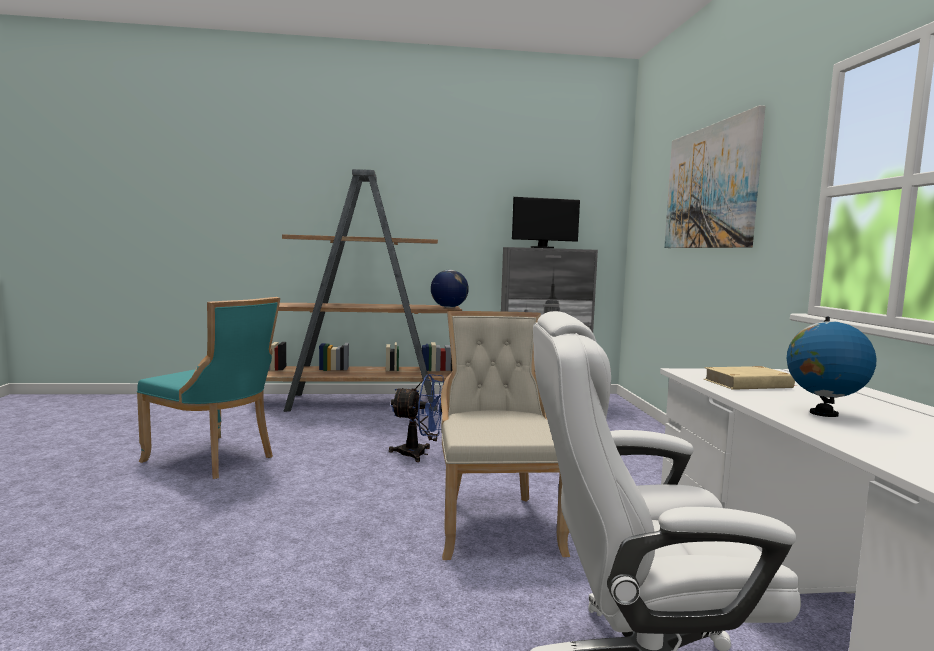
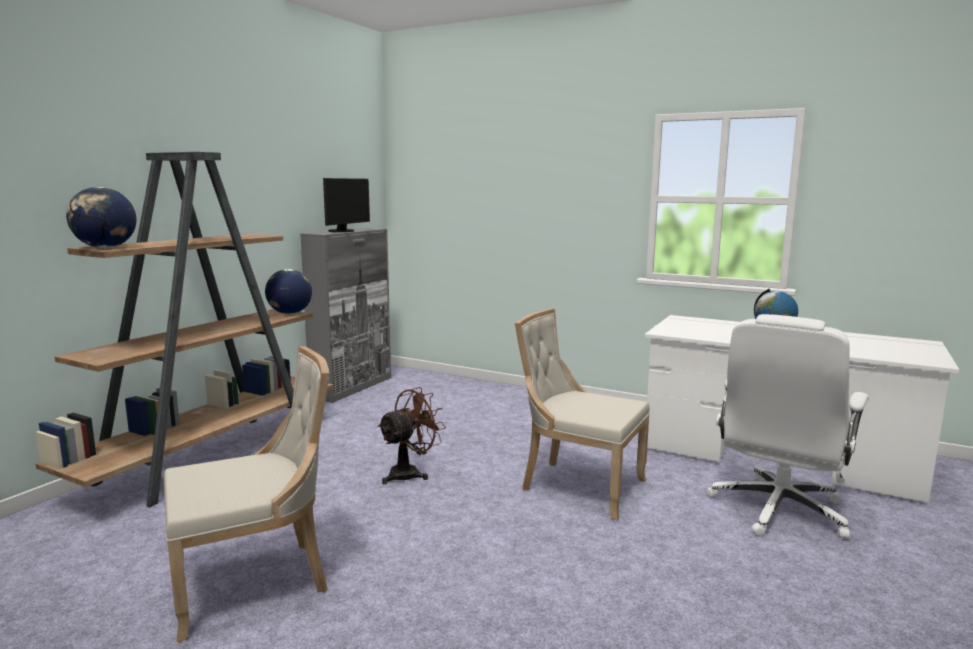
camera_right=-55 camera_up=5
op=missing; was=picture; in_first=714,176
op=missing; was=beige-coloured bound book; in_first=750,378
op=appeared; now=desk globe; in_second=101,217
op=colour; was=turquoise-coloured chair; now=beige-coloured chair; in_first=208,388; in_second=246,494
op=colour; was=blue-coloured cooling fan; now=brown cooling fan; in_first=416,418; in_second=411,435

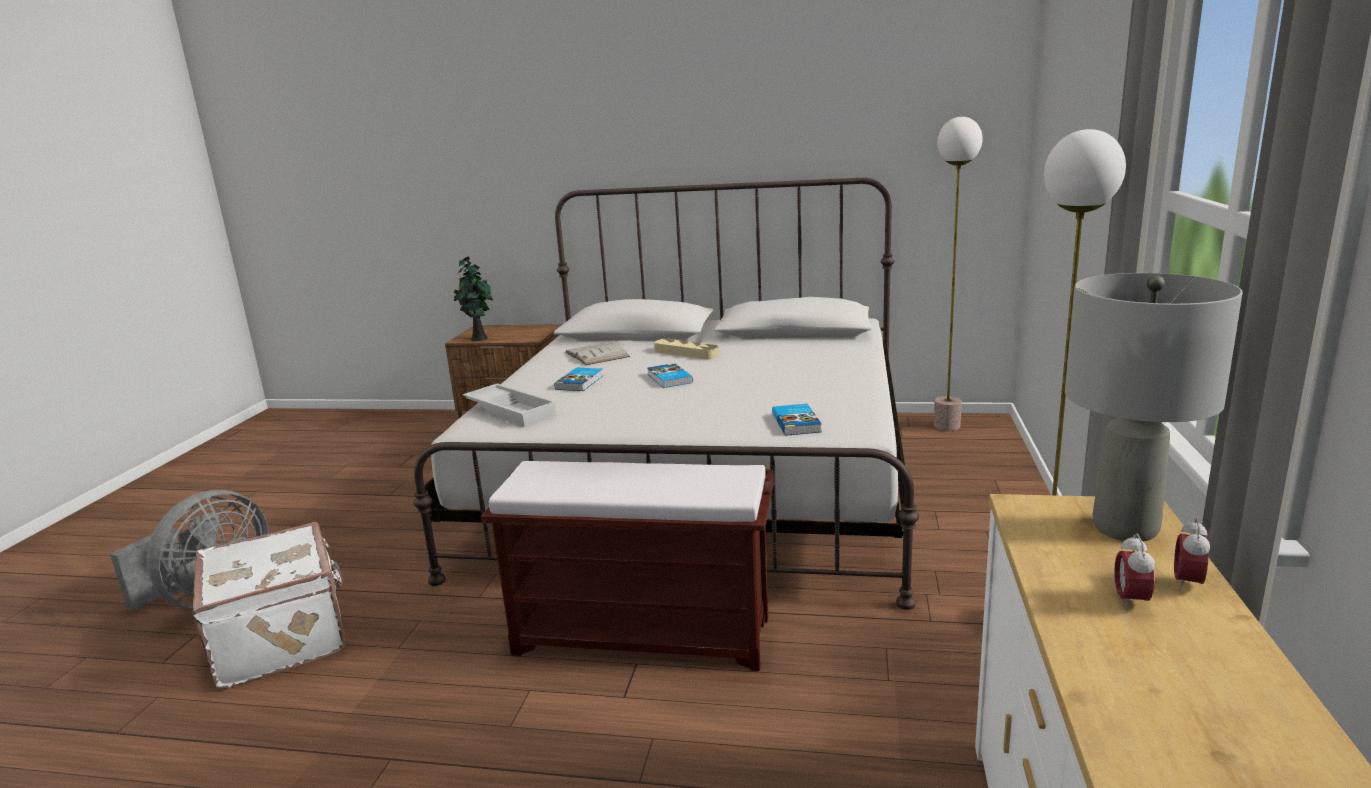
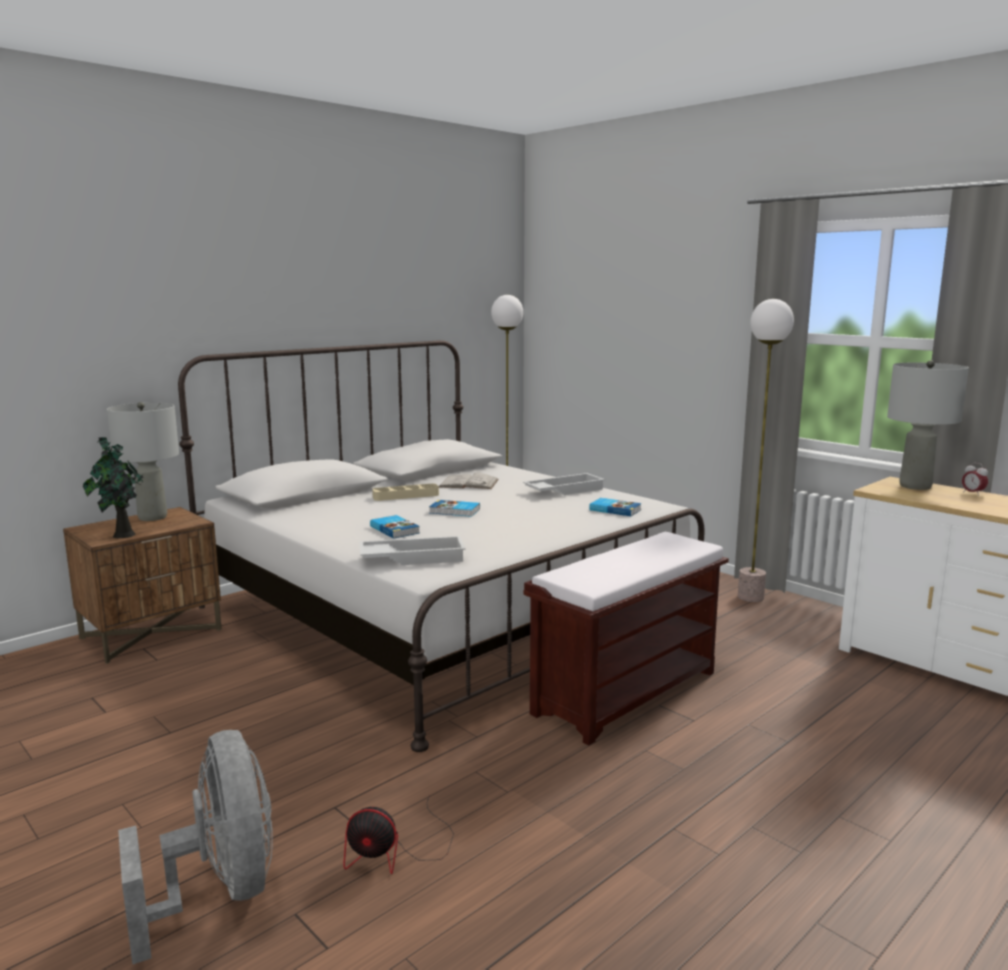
camera_right=-55 camera_up=-5
op=missing; was=table clock; in_first=1134,572
op=appeared; now=grey tabletop lamp; in_second=143,461
op=appeared; now=whitish tray; in_second=564,484
op=relocated; was=whitish bound book; in_first=598,354; in_second=469,481
op=exchanged; was=whitish travel case; now=cooling fan; in_first=269,605; in_second=398,834

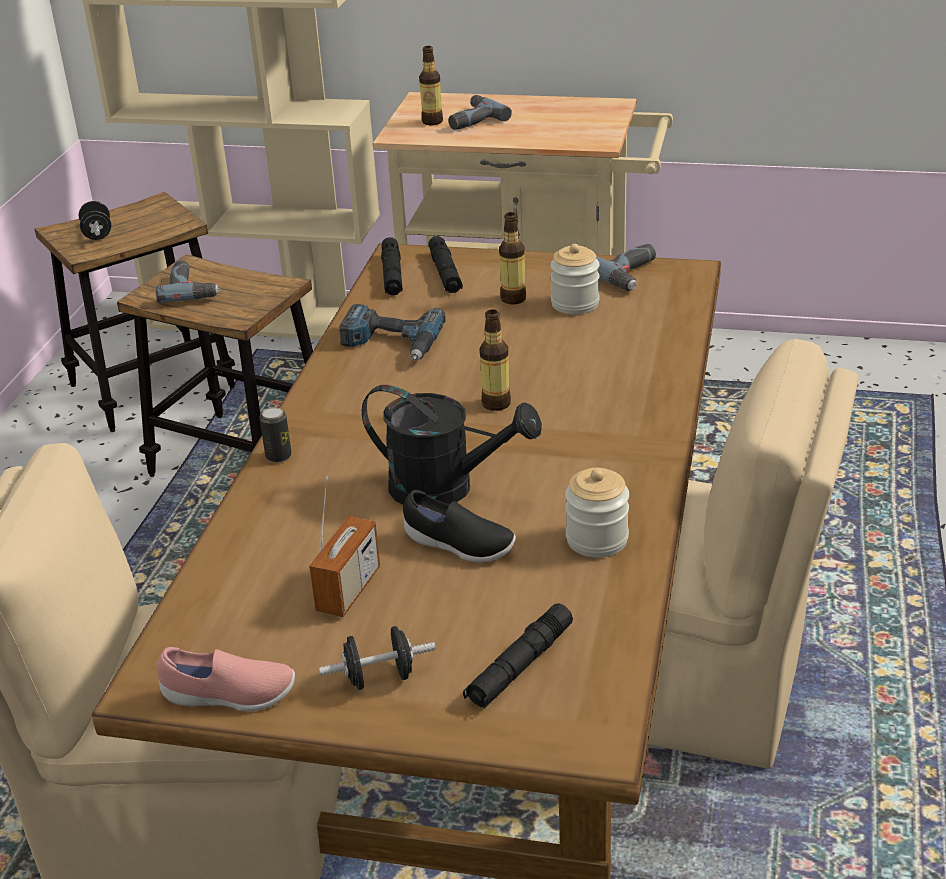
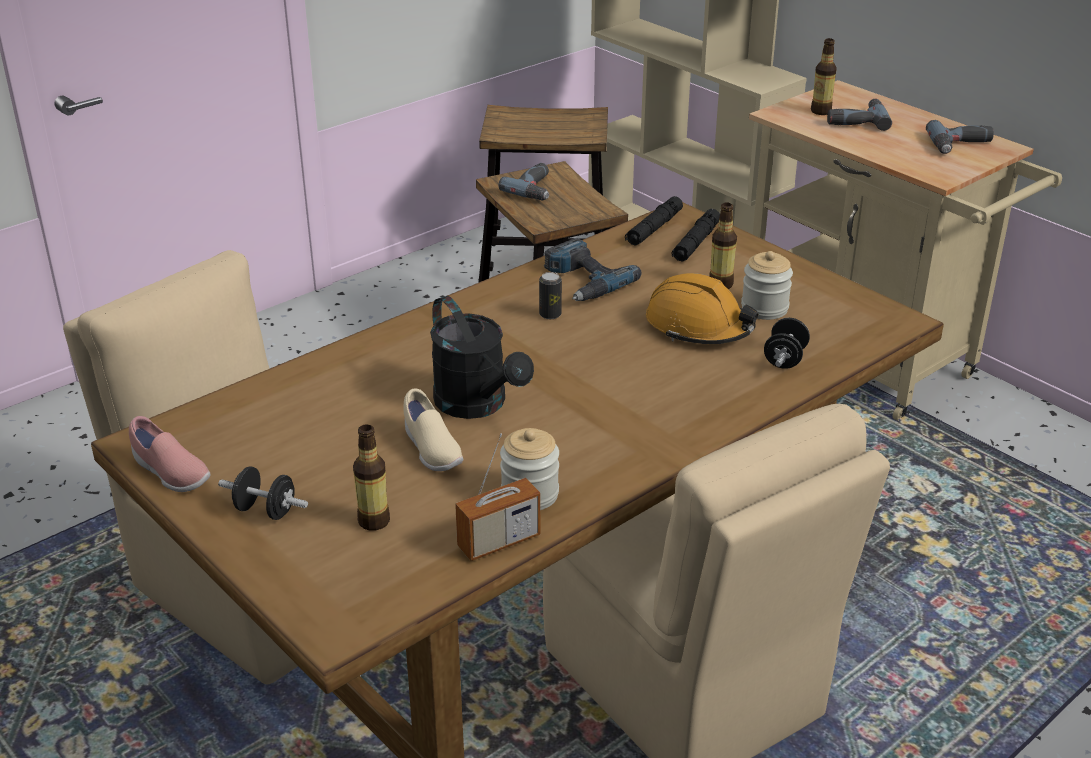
camera_right=35 camera_up=0
op=missing; was=black-coloured flashlight; in_first=518,656
op=appeared; now=orange hard hat; in_second=702,308
op=relocated; was=black-coloured dumbbell; in_first=95,220; in_second=787,343
op=relocated; was=can; in_first=275,435; in_second=550,295
op=relocated; was=radio set; in_first=344,546; in_second=497,497
op=relocated; was=drink bottle; in_first=495,360; in_second=371,477
op=relocated; was=electric drill; in_first=626,267; in_second=960,137
op=colour; was=black-coloured item of footwear; now=beige-coloured item of footwear; in_first=459,526; in_second=433,429

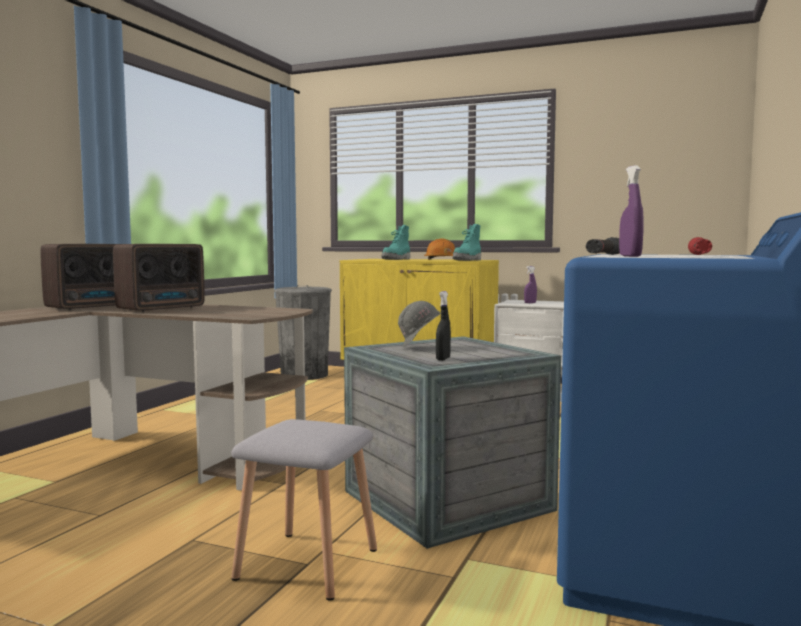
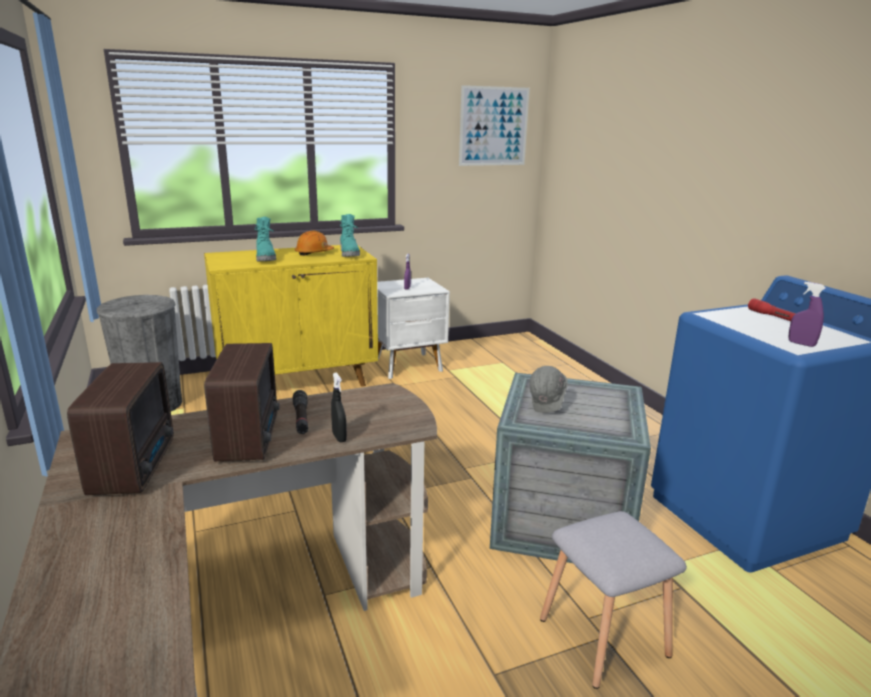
camera_right=-45 camera_up=15
op=appeared; now=picture; in_second=494,125
op=relocated; was=black-coloured sprayer; in_first=443,326; in_second=339,407
op=relocated; was=black-coloured flashlight; in_first=603,246; in_second=300,412

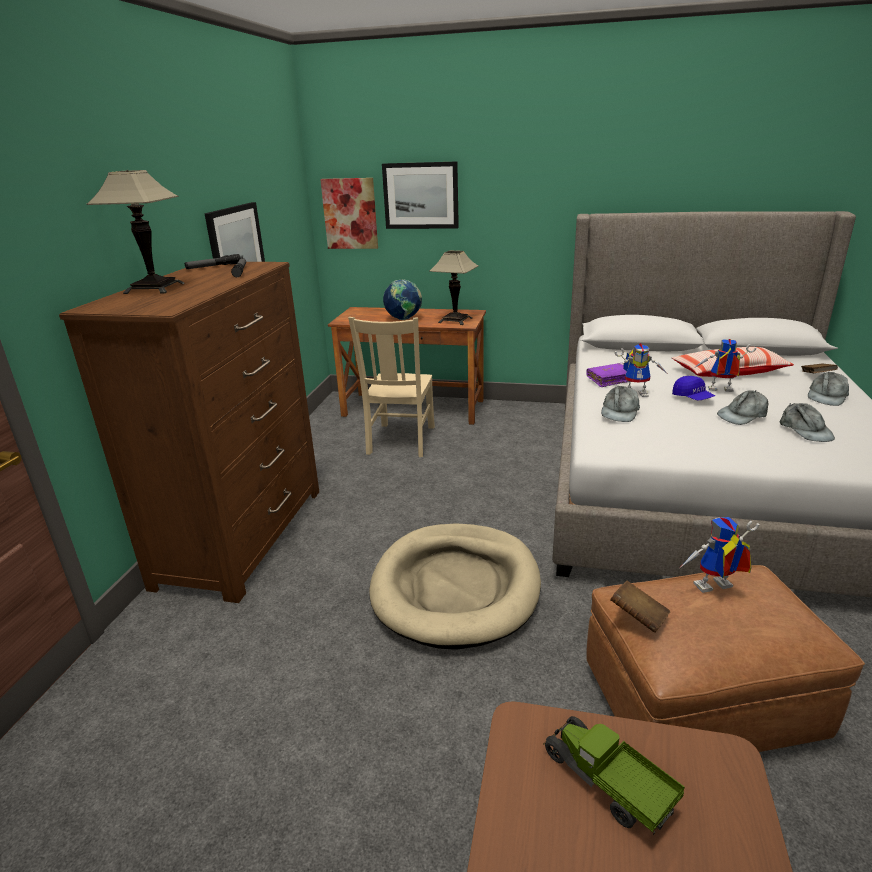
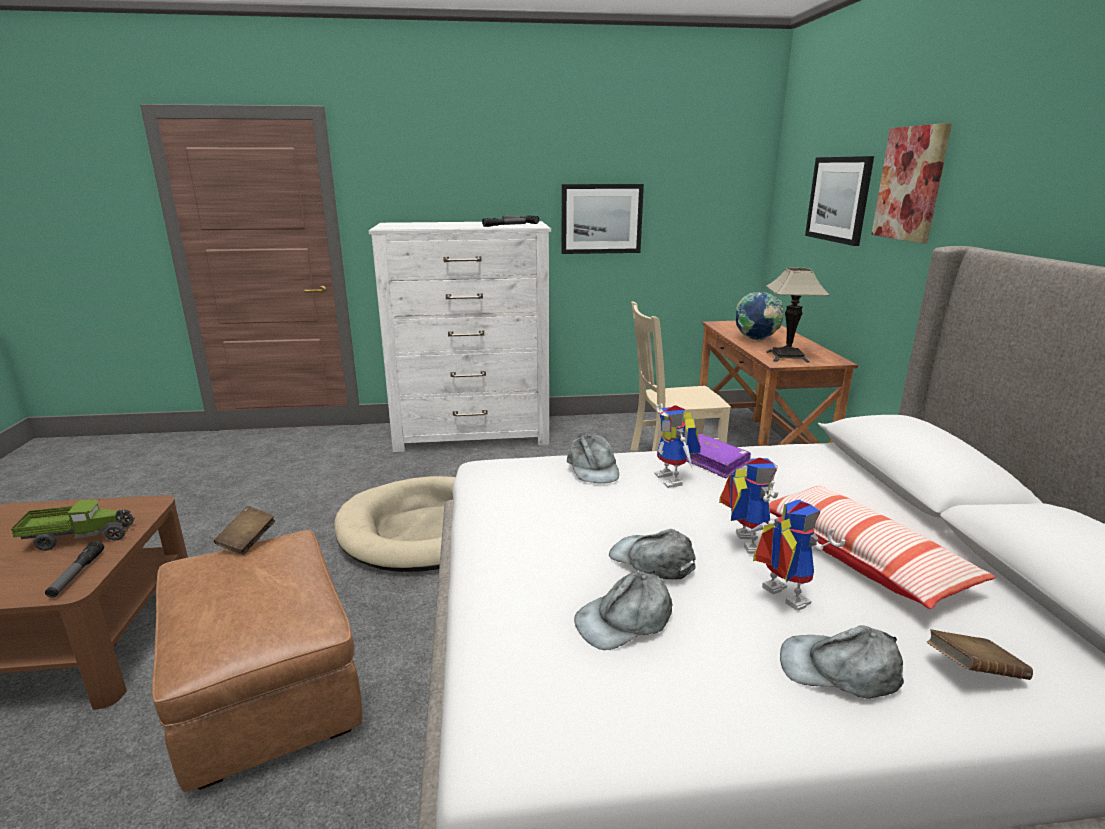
camera_right=70 camera_up=-5
op=missing; was=tabletop lamp; in_first=135,232
op=missing; was=blue-coloured baseball cap; in_first=694,388
op=appeared; now=flashlight; in_second=74,569
op=relocated; was=picture; in_first=349,213; in_second=911,183
op=relocated; was=robot figure; in_first=720,555; in_second=795,555
op=colour; was=brown drawer chest; now=whitish drawer chest; in_first=189,432; in_second=460,336
op=spun; was=toy truck; in_first=614,774; in_second=73,525; clockwise=45
op=spun; was=grey baseball cap; in_first=620,403; in_second=593,458; clockwise=-105

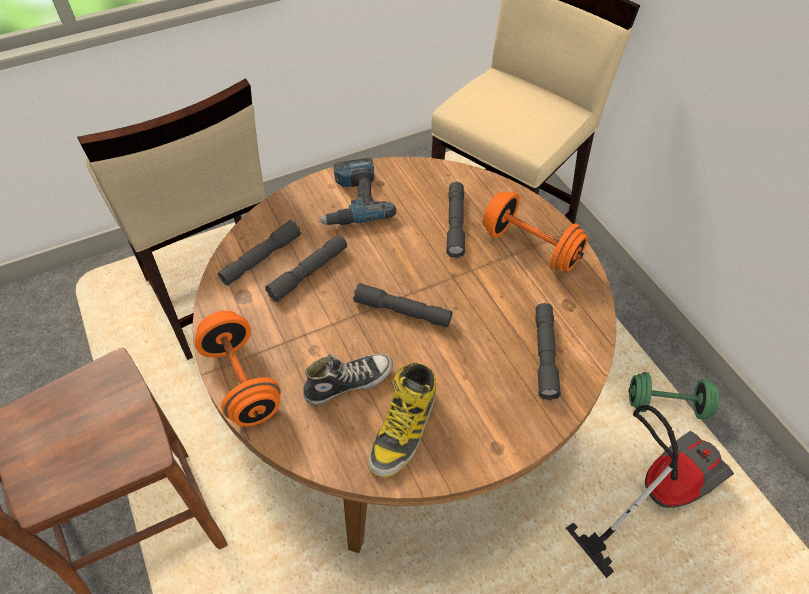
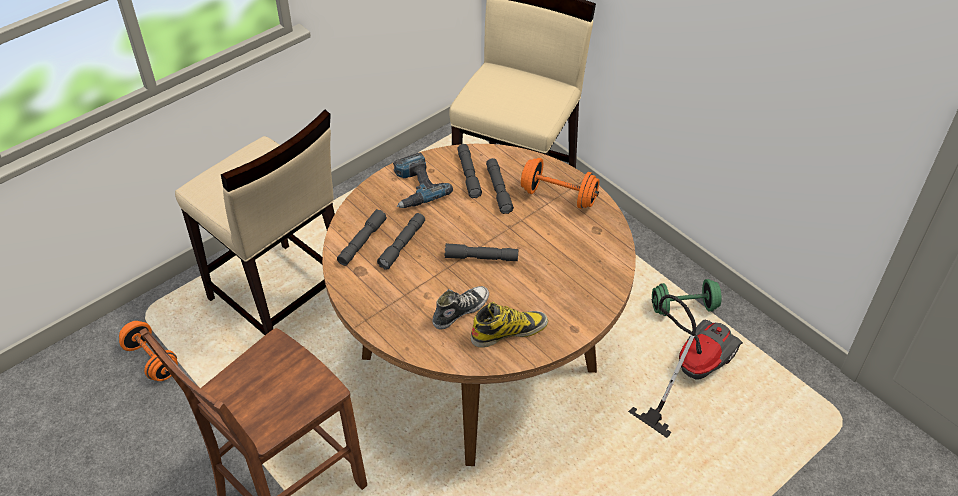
camera_right=-15 camera_up=-5
op=relocated; was=orange dumbbell; in_first=237,369; in_second=148,351
op=relocated; was=grey flashlight; in_first=548,351; in_second=469,171
op=spun; was=tall boot; in_first=402,420; in_second=509,325; clockwise=-120

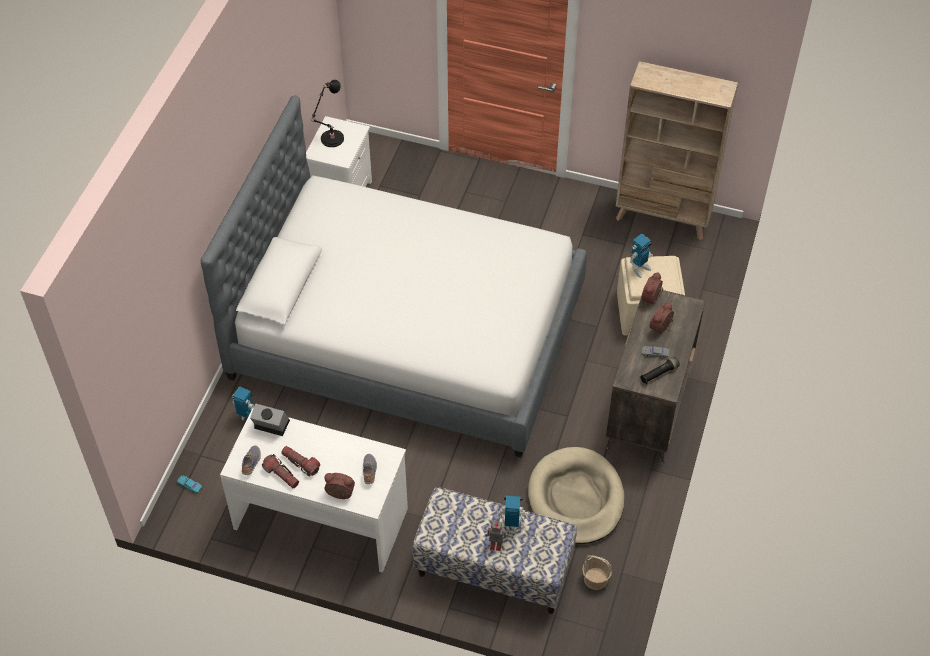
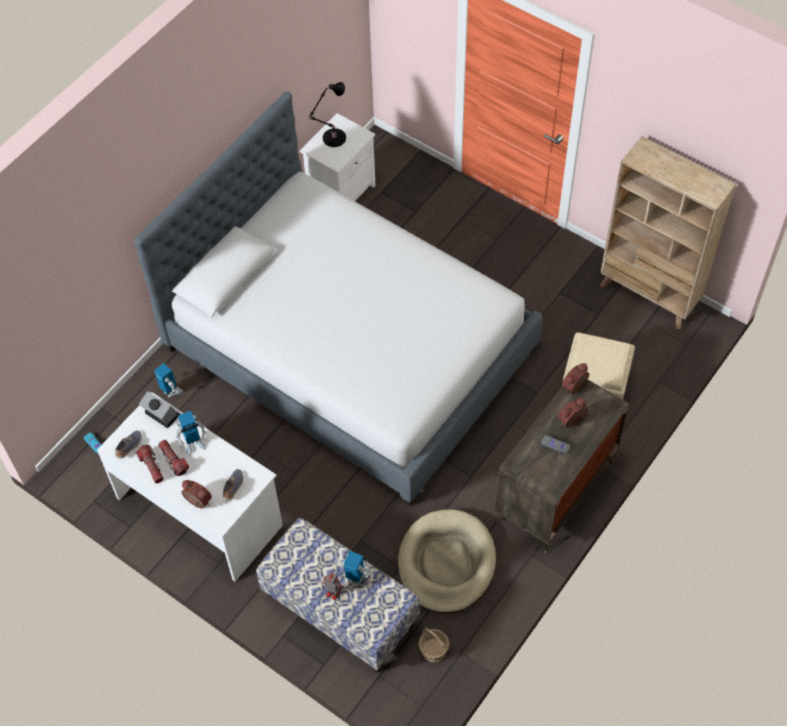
camera_right=20 camera_up=5
op=missing; was=black-coloured flashlight; in_first=660,370
op=relocated; was=robot figure; in_first=641,255; in_second=191,433

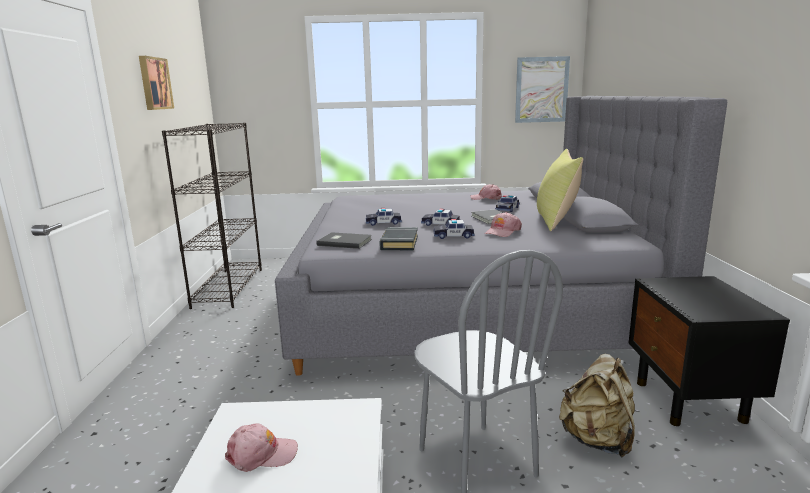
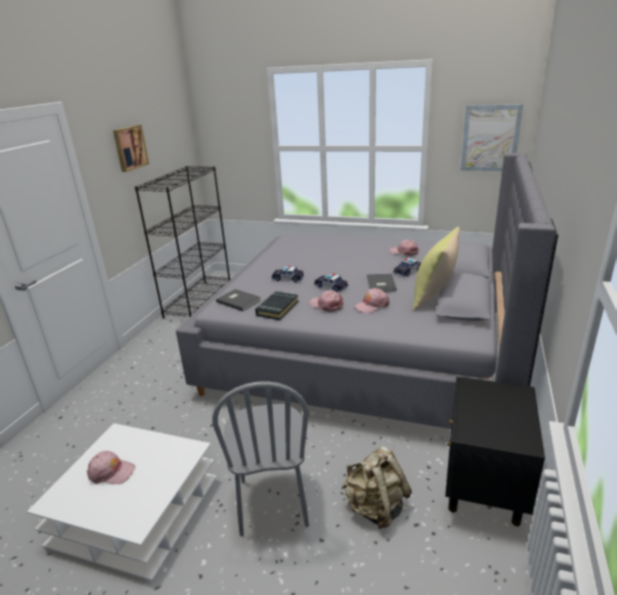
camera_right=20 camera_up=10
op=exchanged; was=miniature car; now=pink-coloured baseball cap; in_first=454,229; in_second=326,301

